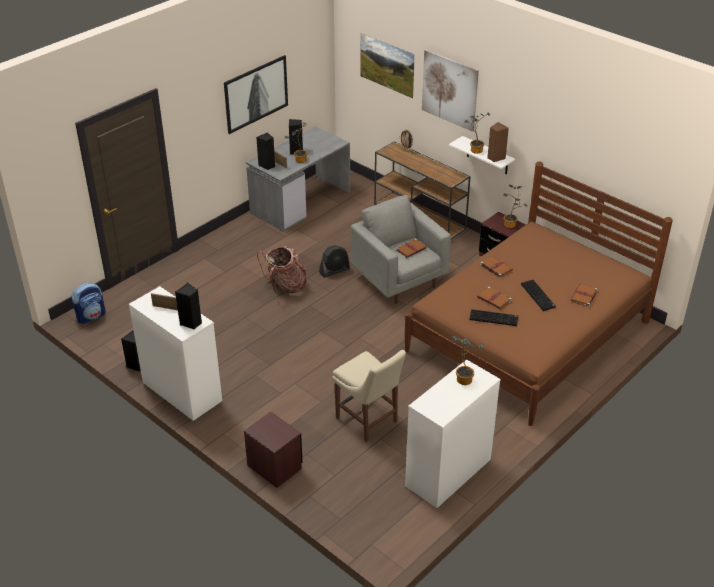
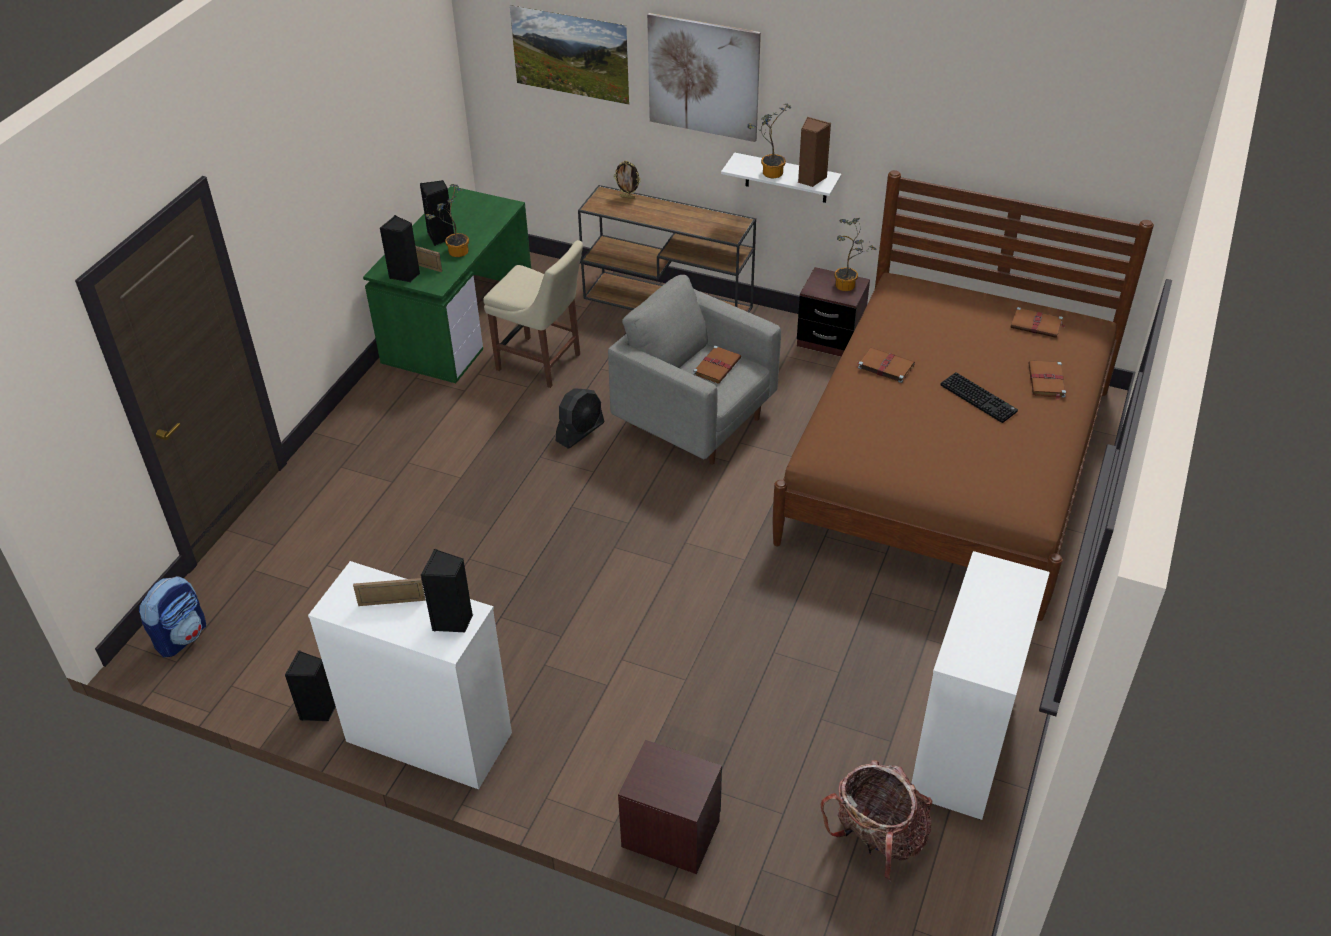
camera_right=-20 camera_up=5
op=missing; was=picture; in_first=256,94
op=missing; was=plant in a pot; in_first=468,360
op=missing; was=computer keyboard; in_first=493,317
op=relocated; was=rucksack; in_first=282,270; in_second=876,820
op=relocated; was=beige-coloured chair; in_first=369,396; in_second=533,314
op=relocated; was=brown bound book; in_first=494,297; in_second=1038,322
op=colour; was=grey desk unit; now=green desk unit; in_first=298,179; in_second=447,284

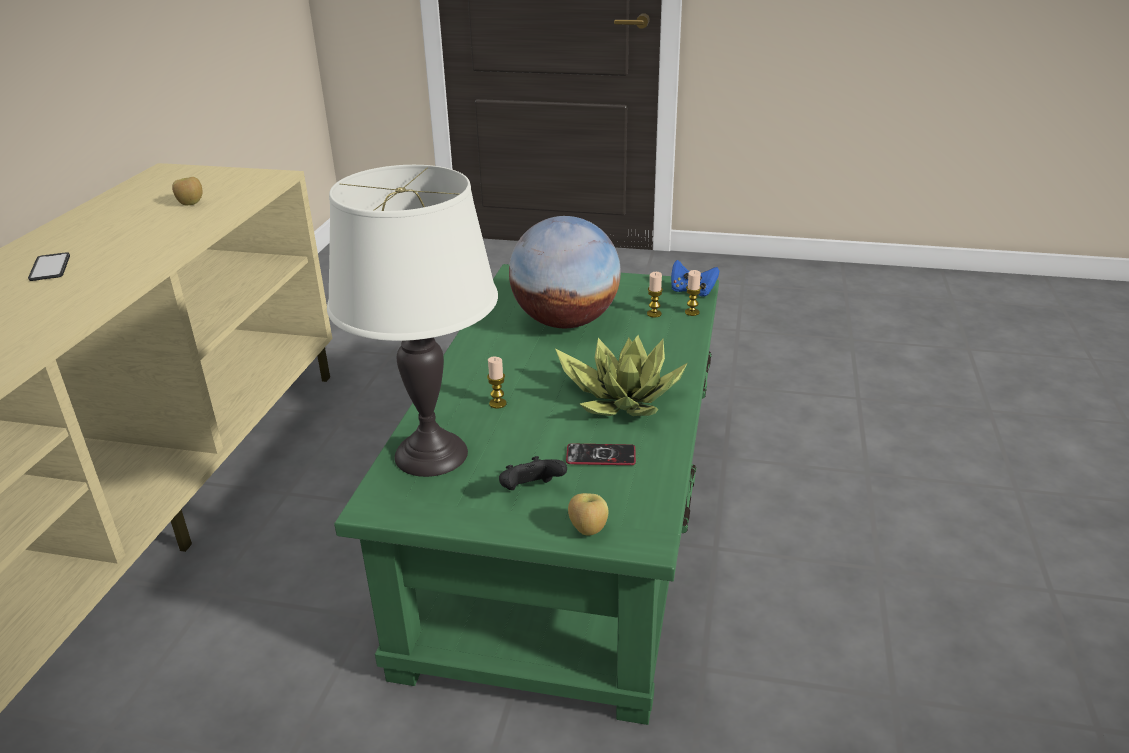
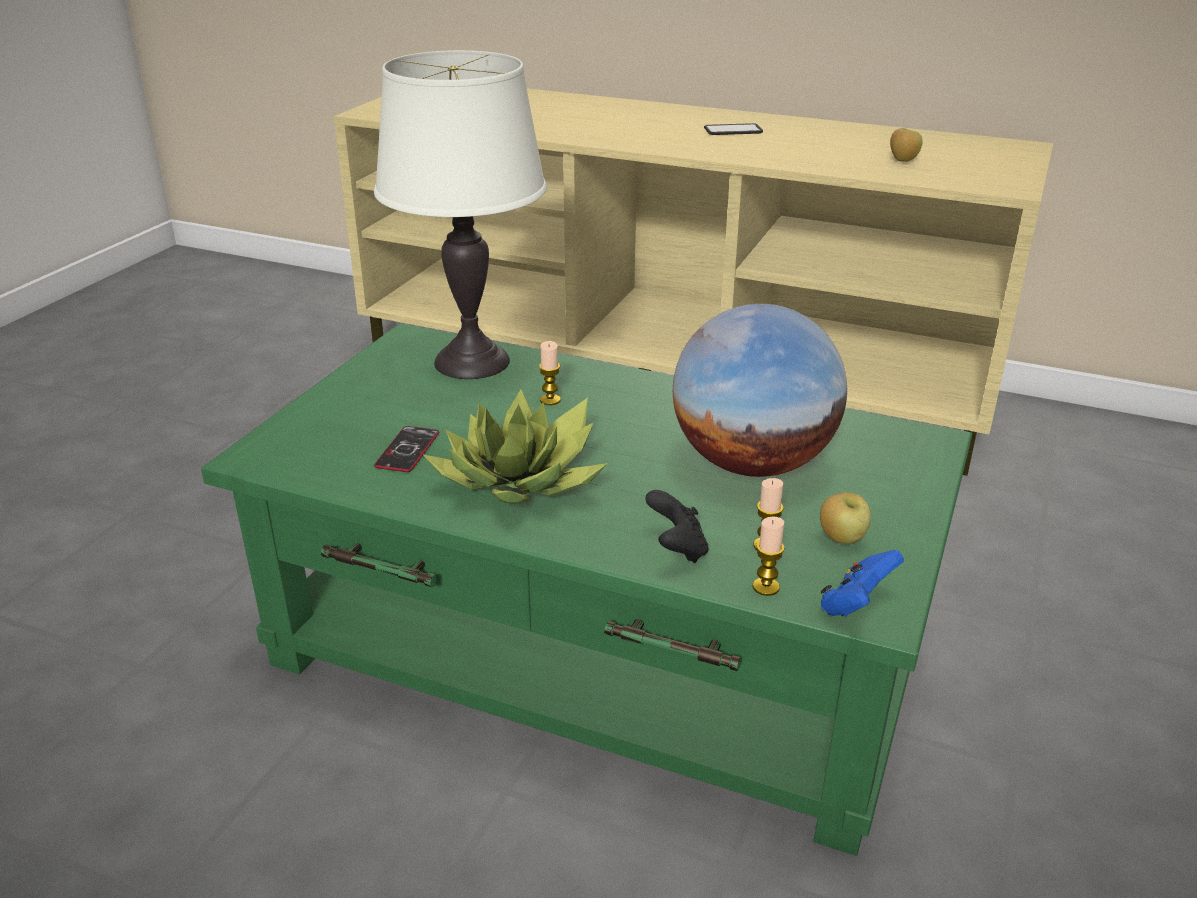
camera_right=100 camera_up=0
op=relocated; was=black-coloured joypad; in_first=533,473; in_second=676,526
op=relocated; was=apple fruit; in_first=588,514; in_second=845,518

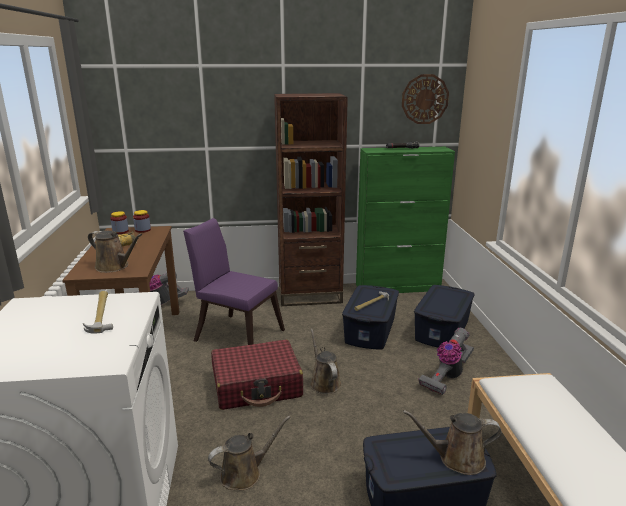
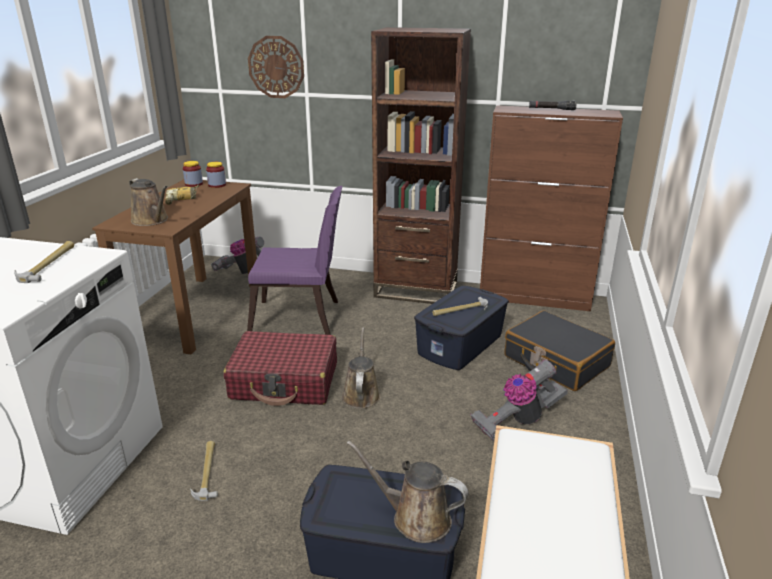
camera_right=20 camera_up=5
op=relocated; was=clock on the wall; in_first=425,99; in_second=276,67
op=exchanged; was=brown sprinkling can; now=hand hammer; in_first=249,453; in_second=204,471
op=exchanged; was=blue-coloured storage bin; now=black-coloured travel case; in_first=444,316; in_second=560,350
op=colour; was=green storage cabinet; now=brown storage cabinet; in_first=405,220; in_second=551,208
op=spun; was=purple chair; in_first=234,281; in_second=294,260; clockwise=135

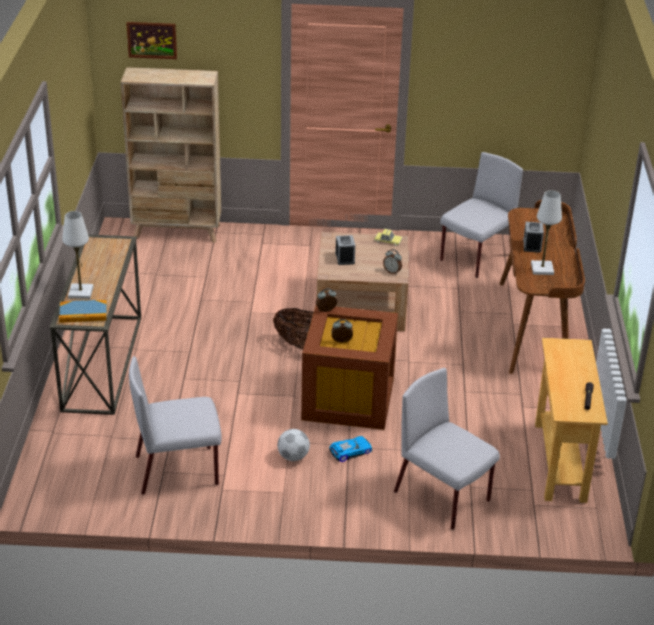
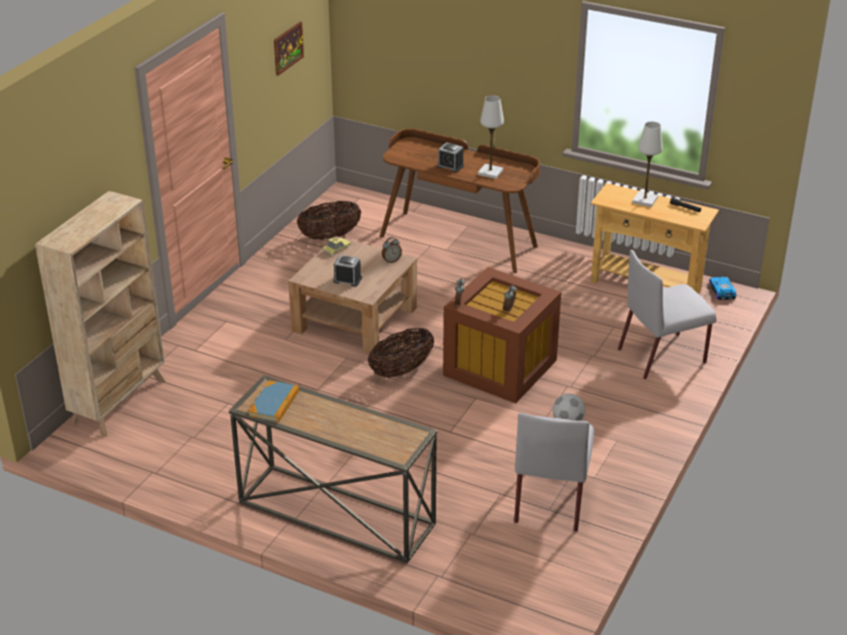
camera_right=-65 camera_up=0
op=relocated; was=bound book; in_first=83,311; in_second=273,401
op=relocated; was=whitish tabletop lamp; in_first=77,255; in_second=647,164
op=relocated; was=picture; in_first=151,40; in_second=289,49
op=relocated; was=miniature car; in_first=350,449; in_second=722,288
op=exchanged; was=grey chair; now=basket; in_first=481,215; in_second=329,220

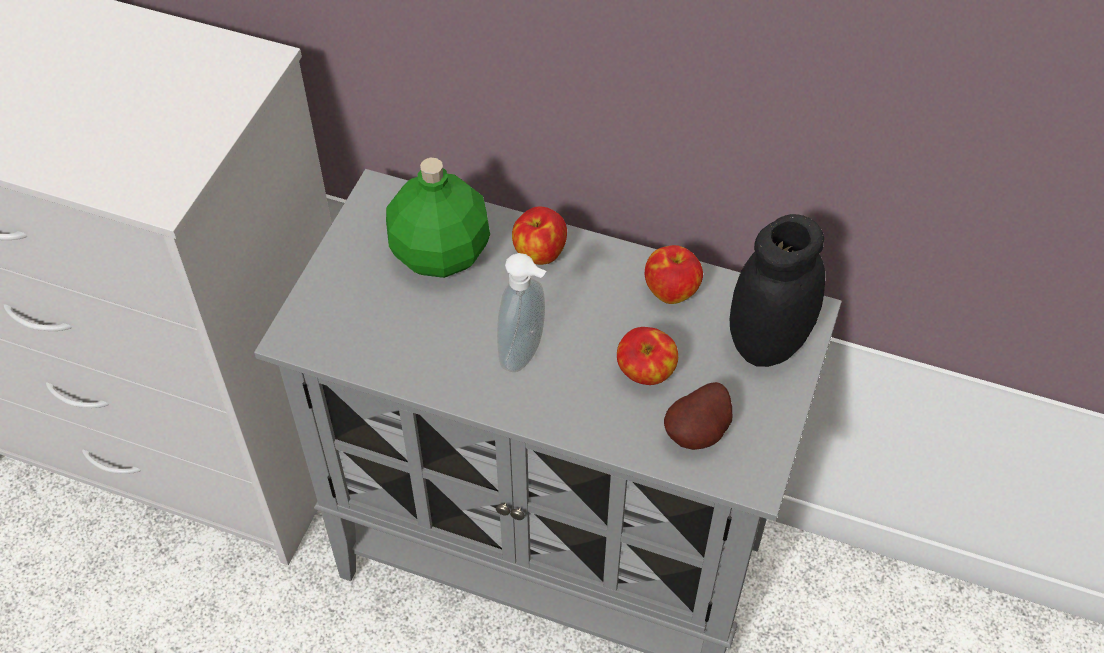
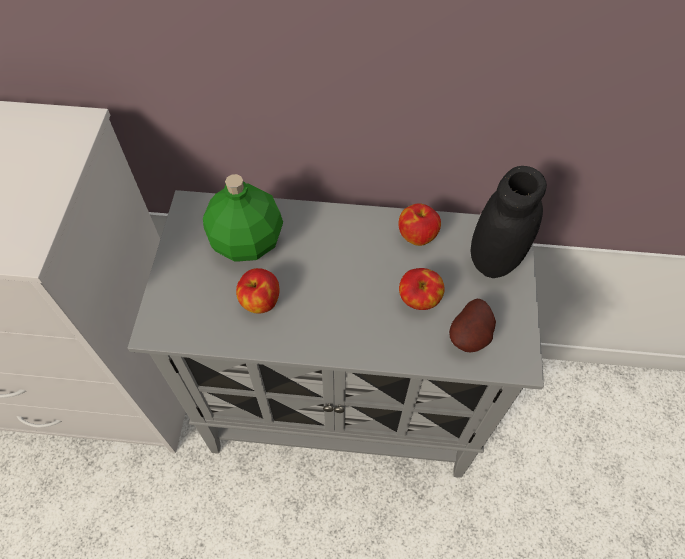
camera_right=-15 camera_up=5
op=missing; was=soap bottle; in_first=521,312
op=relocated; was=apple fruit; in_first=539,236; in_second=257,291

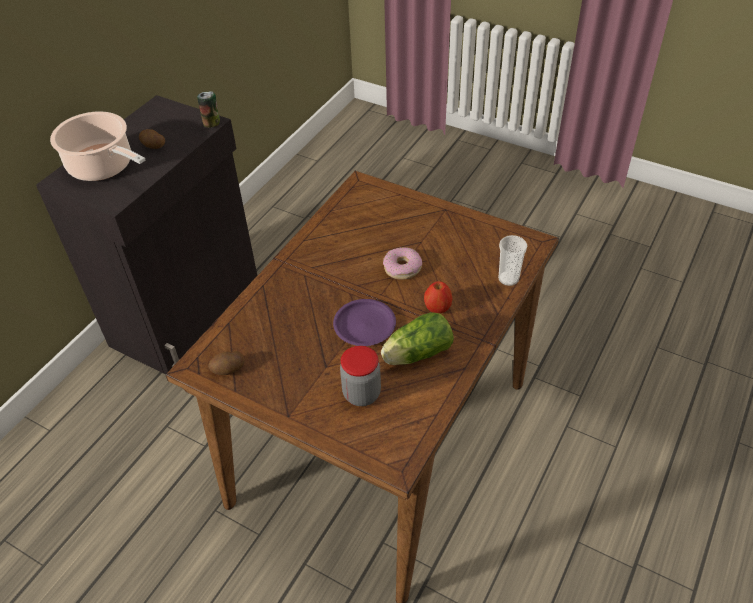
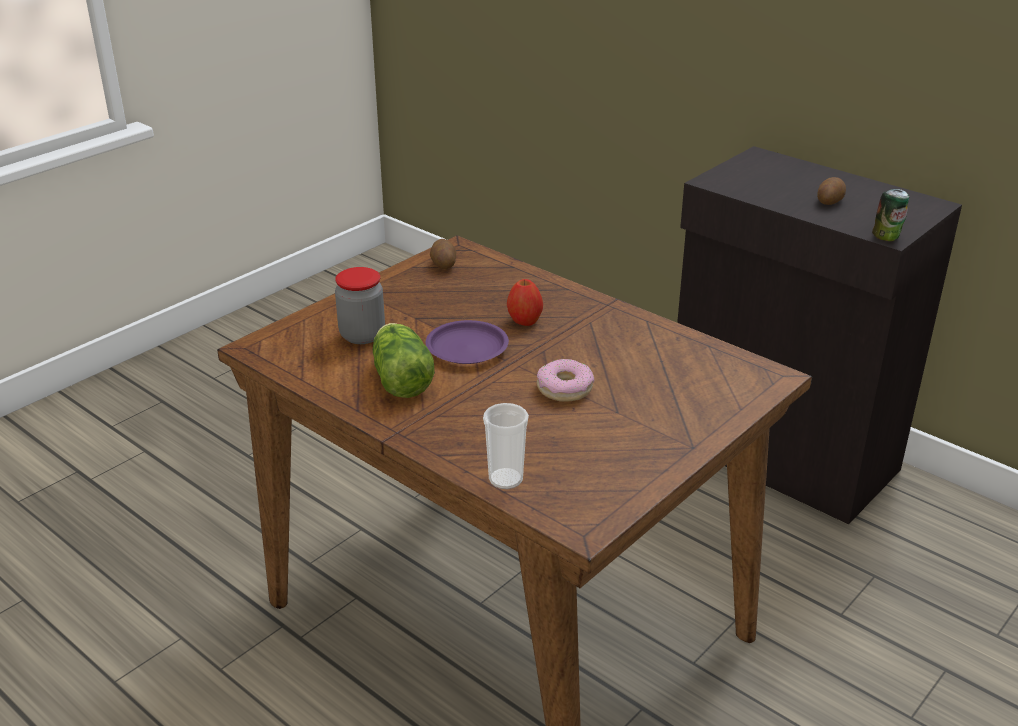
camera_right=100 camera_up=-15
op=missing; was=saucepot; in_first=98,146
op=relocated; was=apple fruit; in_first=438,297; in_second=525,302

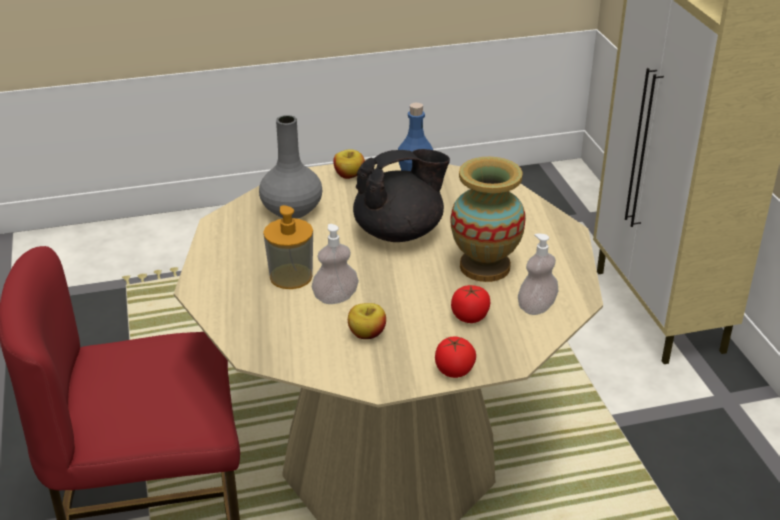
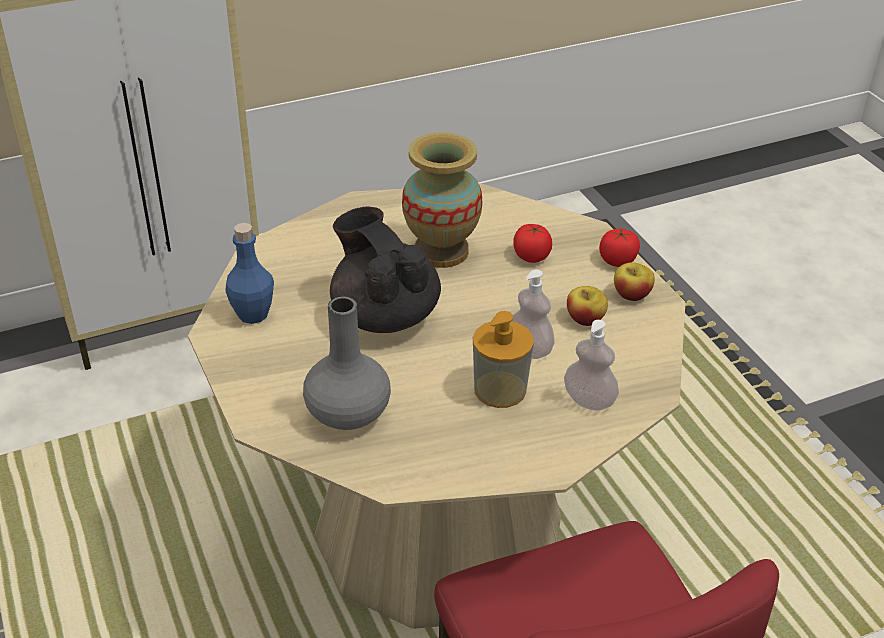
camera_right=-100 camera_up=5
op=relocated; was=apple fruit; in_first=349,164; in_second=634,281
op=relocated; was=soap bottle; in_first=538,274; in_second=591,365

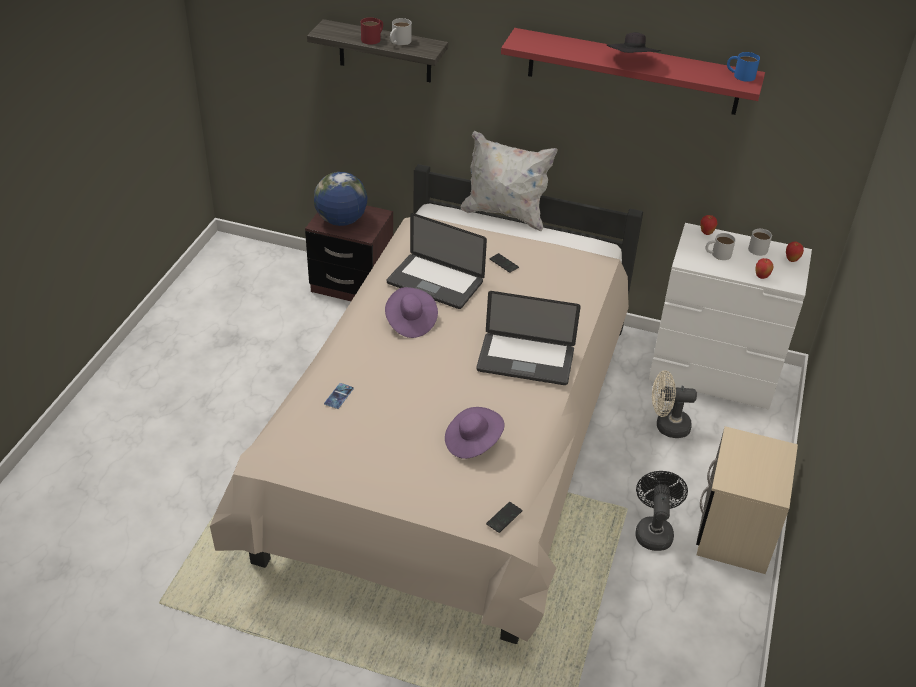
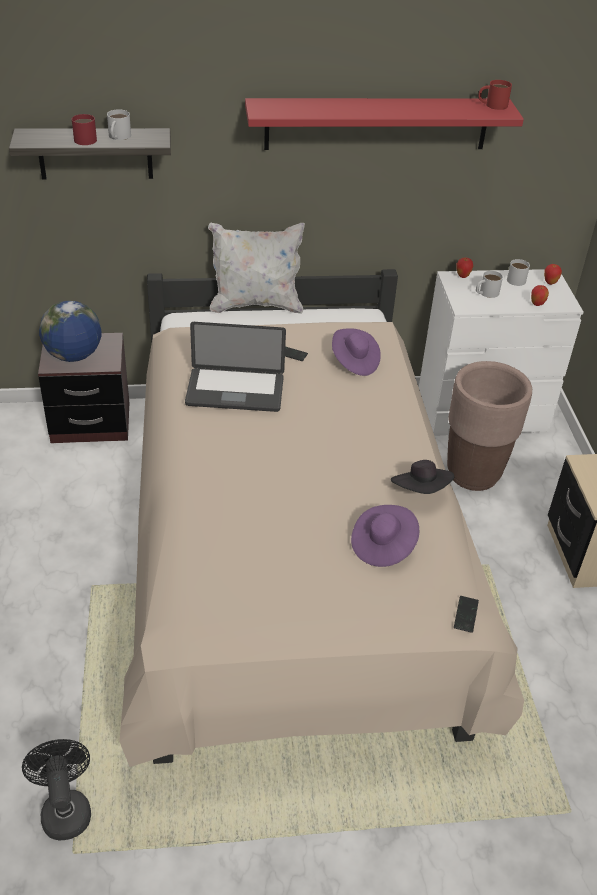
camera_right=-25 camera_up=0
op=missing; was=telephone; in_first=339,396
op=missing; was=notebook computer; in_first=528,338
op=relocated; was=purple hat; in_first=411,312; in_second=356,352
op=relocated; was=black-coloured hat; in_first=633,42; in_second=422,477
op=relocated; was=black-coloured cooling fan; in_first=661,511; in_second=56,789
op=exchanged; was=beige-coloured cooling fan; now=brown flower pot; in_first=674,404; in_second=489,426
op=colour; was=blue-coloured tea mug; now=red-coloured tea mug; in_first=743,67; in_second=495,95

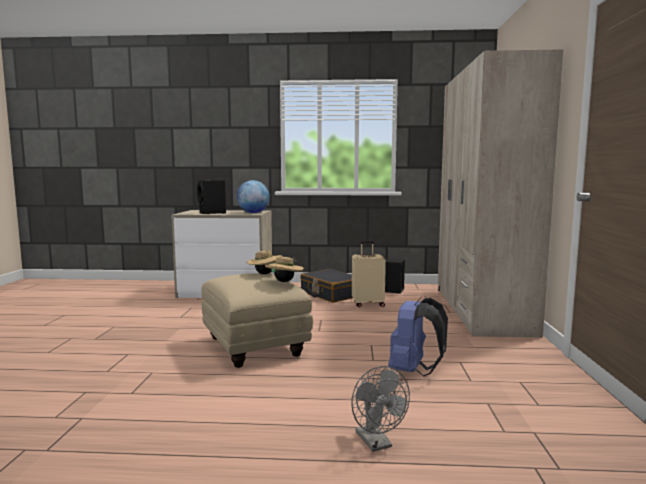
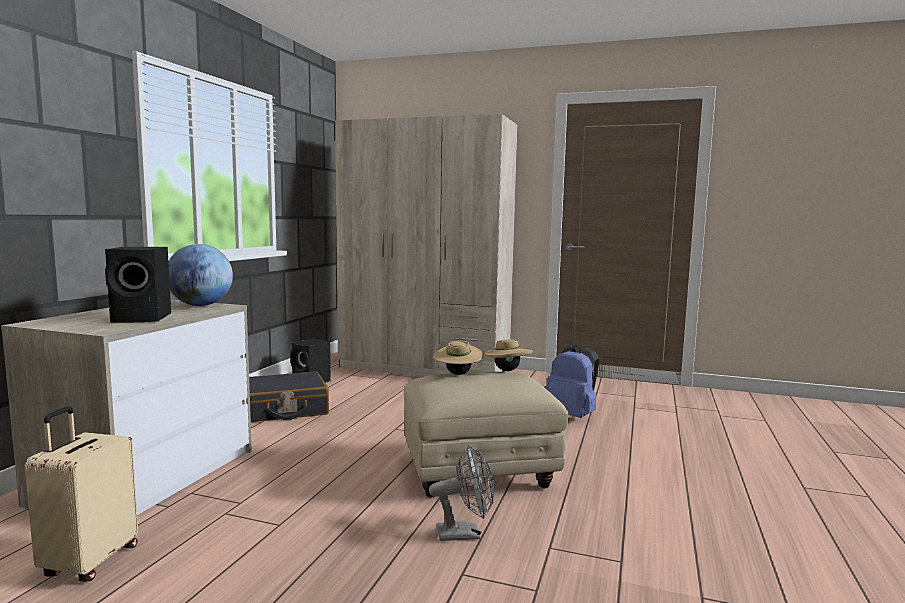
camera_right=-75 camera_up=0
op=relocated; was=grey cooling fan; in_first=380,409; in_second=461,493
op=relocated; was=beige-coloured travel case; in_first=369,274; in_second=81,494

